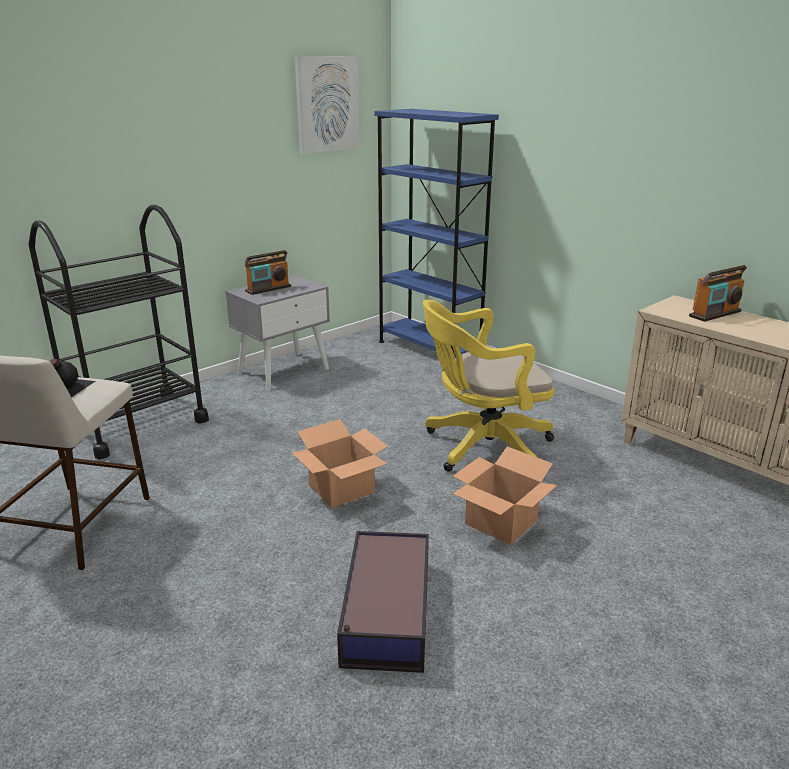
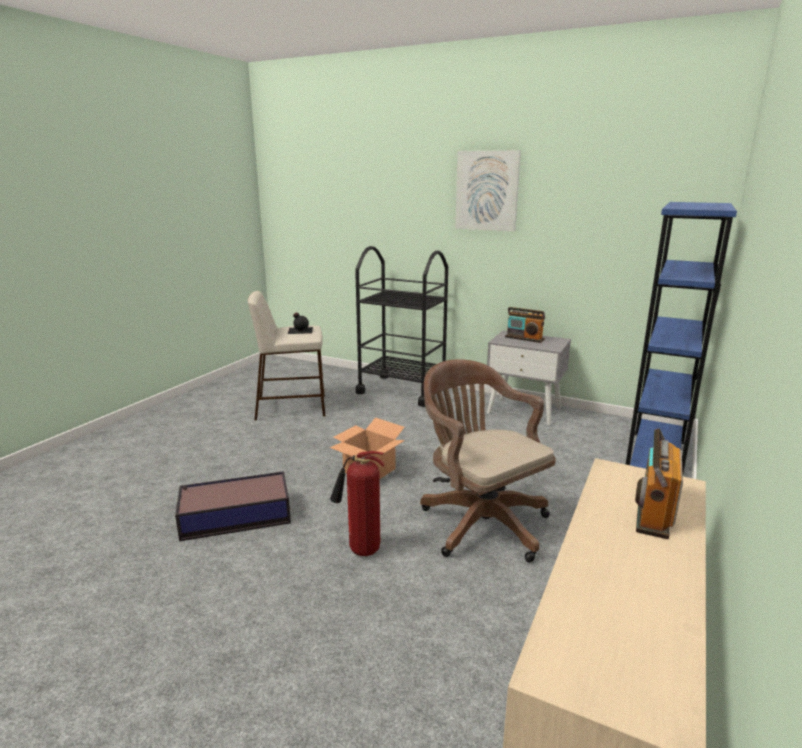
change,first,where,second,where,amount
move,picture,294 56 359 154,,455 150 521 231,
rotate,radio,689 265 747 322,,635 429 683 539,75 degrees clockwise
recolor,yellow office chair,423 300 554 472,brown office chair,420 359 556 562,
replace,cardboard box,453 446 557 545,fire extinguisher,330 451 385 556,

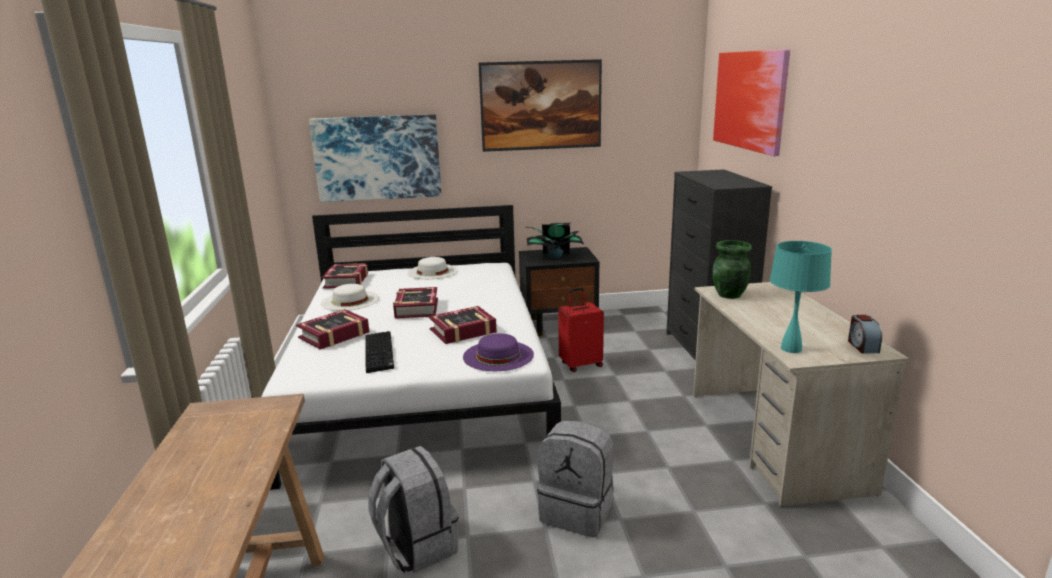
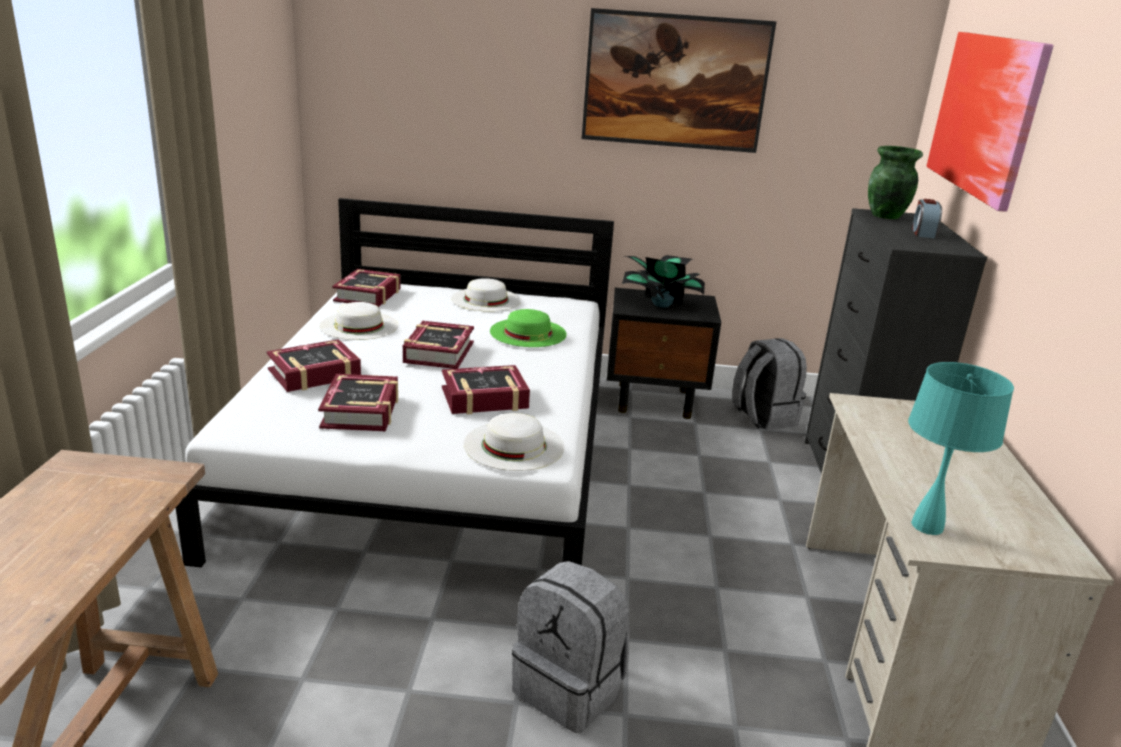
change,first,where,second,where,amount
delete,picture,309 114 441 202,,,
move,green vase,712 240 752 299,,868 146 923 219,
delete,red suitcase,558 287 604 372,,,
move,alarm clock,848 315 882 354,,912 199 942 239,
replace,keyboard,365 331 394 373,book,318 374 398 431,
recolor,purple hat,463 333 534 371,white hat,464 413 564 471,
move,grey backpack,369 446 459 573,,732 338 807 430,
insert,,,green hat,490 309 567 347,

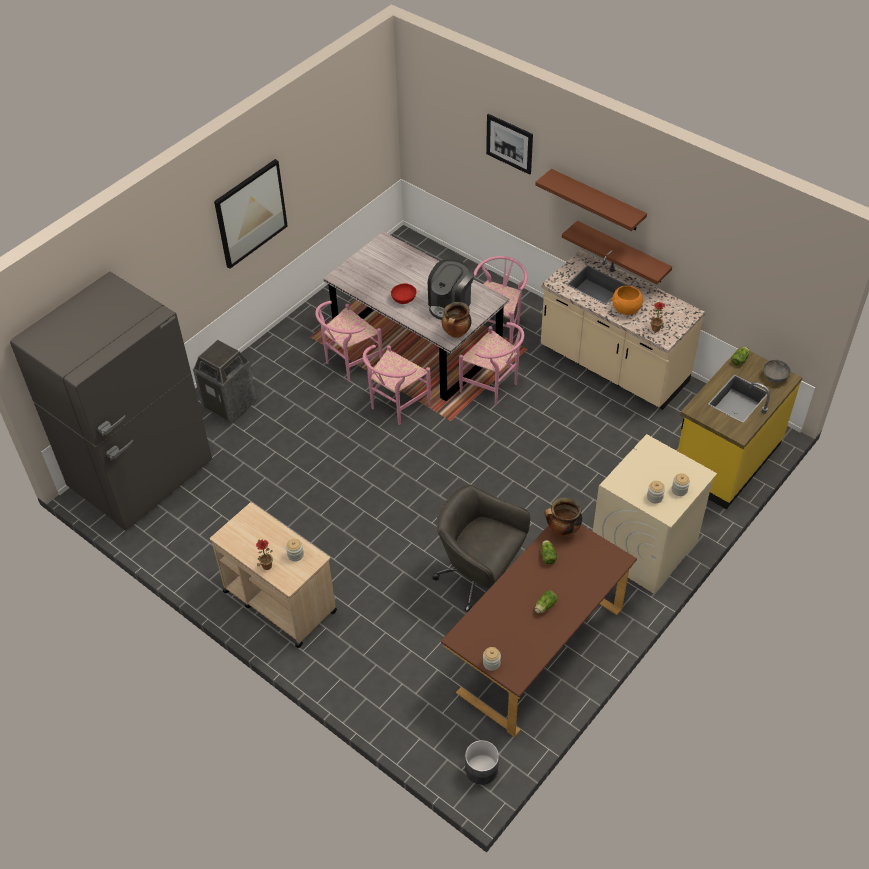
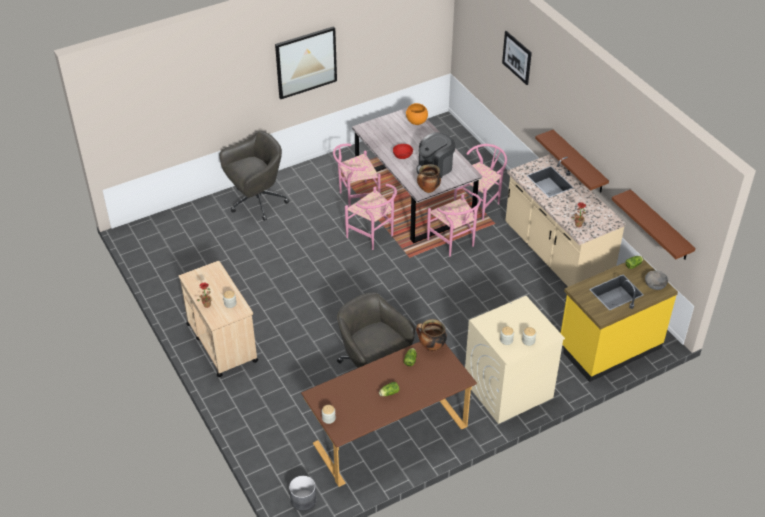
change,first,where,second,where,amount
move,brown shelf,535 169 647 231,,612 189 696 260,
delete,grey fridge,10 272 212 531,,,
move,orange bowl,612 286 643 315,,406 103 428 125,
replace,trash can,193 340 257 424,grey office chair,220 131 289 221,
rotate,pink chair,363 345 431 425,,345 184 397 250,105 degrees counterclockwise

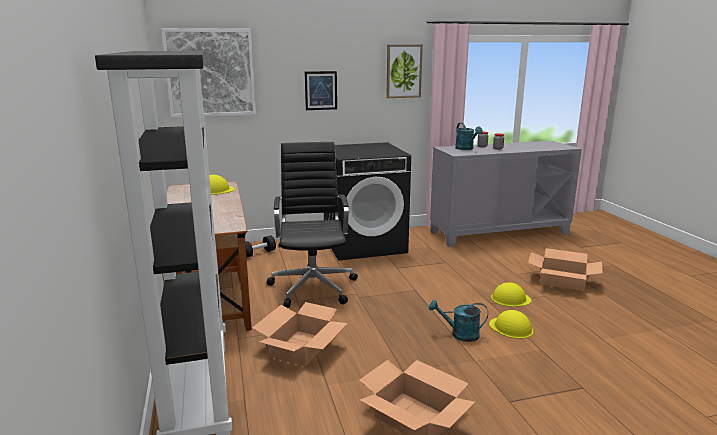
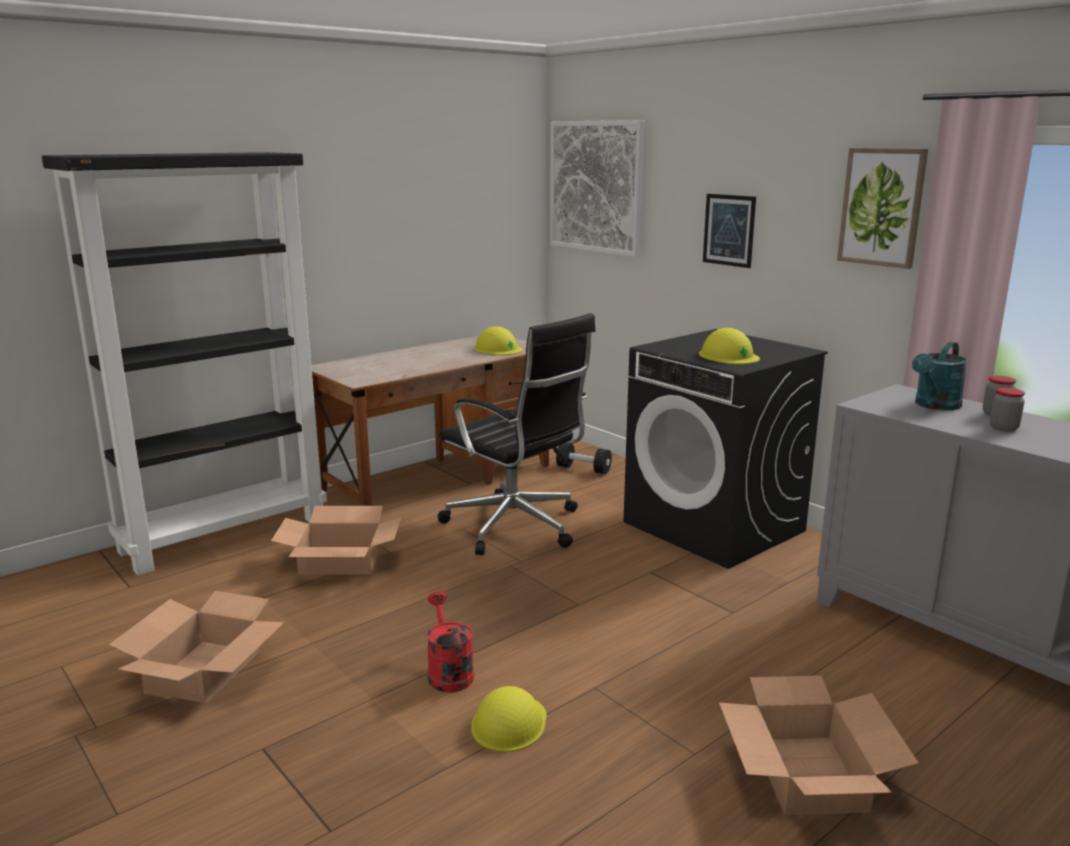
change,first,where,second,where,amount
rotate,black office chair,267 142 358 308,,438 313 596 555,75 degrees clockwise
move,yellow hard hat,491 282 531 307,,699 328 760 364,
recolor,turquoise watering can,429 300 488 342,red watering can,427 591 474 693,

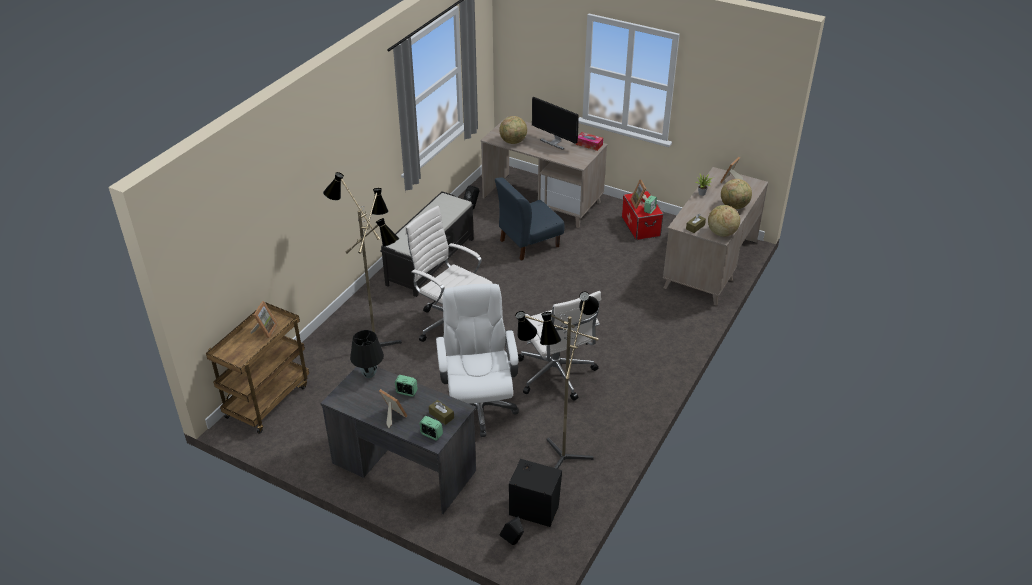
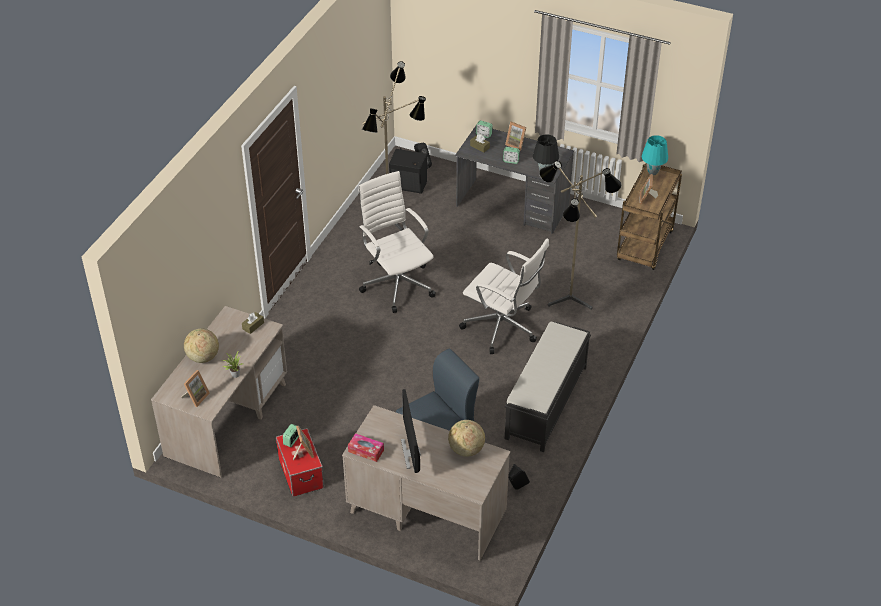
change,first,where,second,where,amount
rotate,monitor,532 97 579 150,,401 389 421 473,135 degrees counterclockwise
delete,globe,708 205 740 237,,,
delete,white office chair,436 284 519 437,,,
insert,,,turquoise table lamp,641 135 668 175,

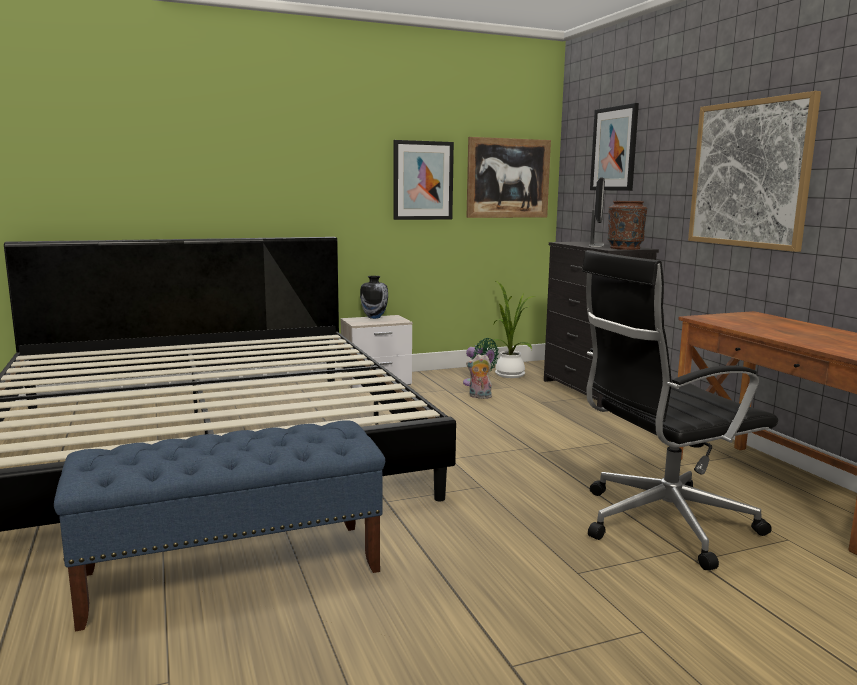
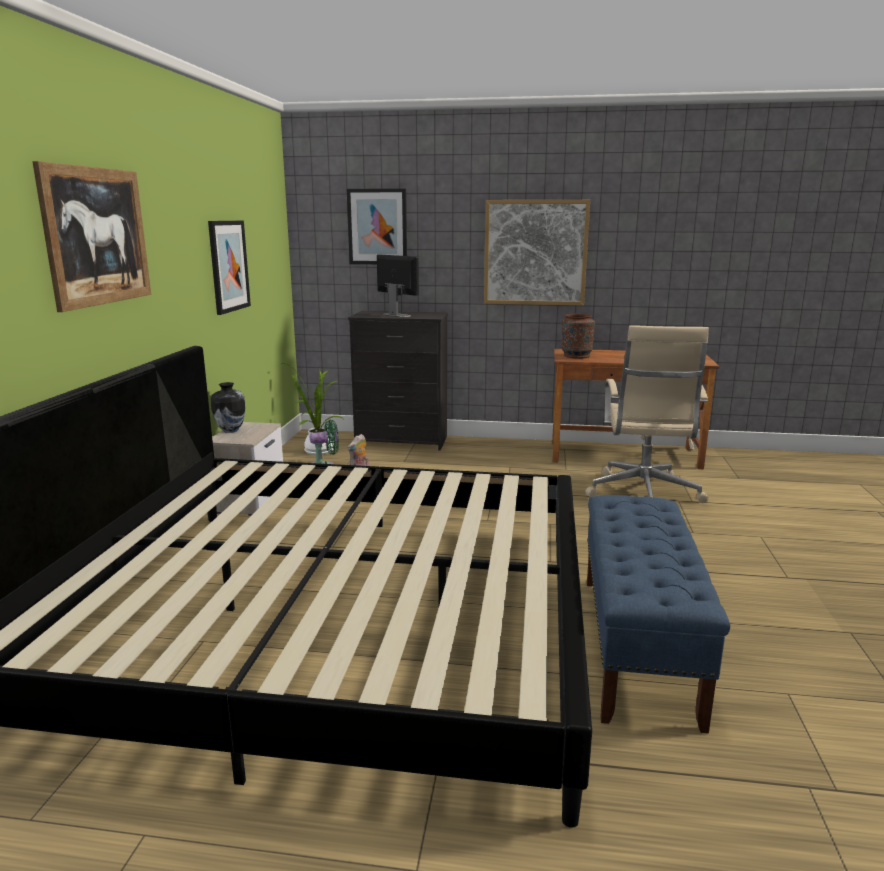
change,first,where,second,where,amount
move,picture,466 137 551 218,,32 161 151 312,
move,brown vase,608 201 647 250,,562 314 595 359,
recolor,black office chair,582 250 778 570,beige office chair,585 325 709 503,

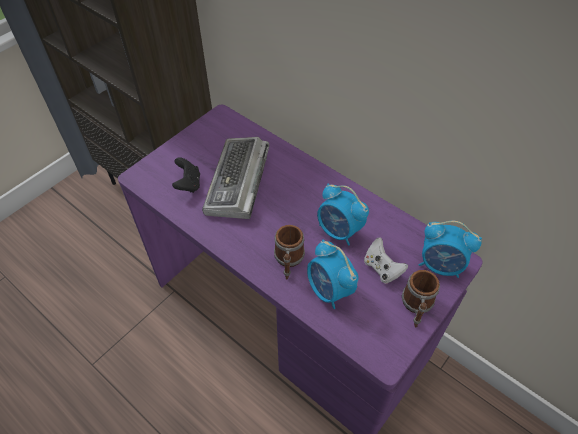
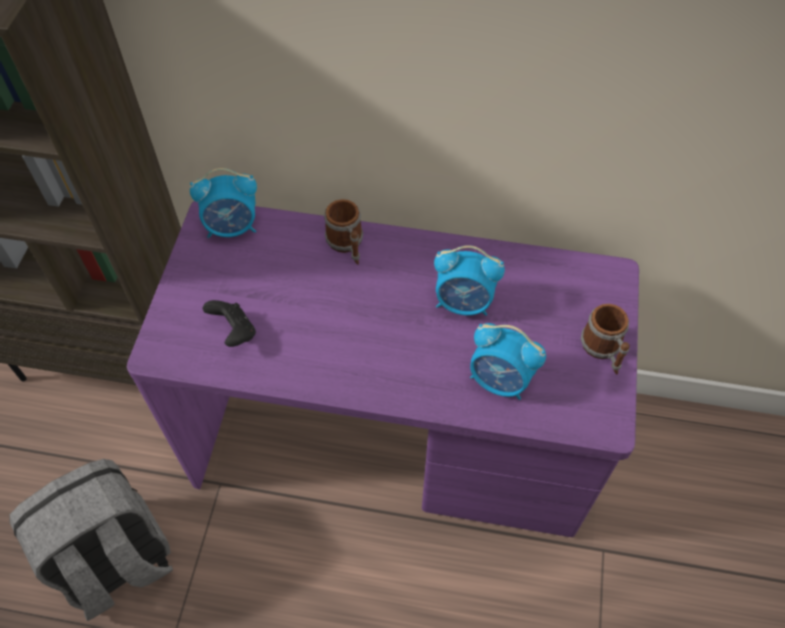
change,first,where,second,where,amount
delete,keyboard,202 137 270 219,,,
move,alarm clock,419 221 482 278,,190 168 257 238,
move,mug,274 225 305 280,,324 199 363 265,
delete,white game controller,364 238 408 284,,,
insert,,,grey backpack,9 459 173 621,

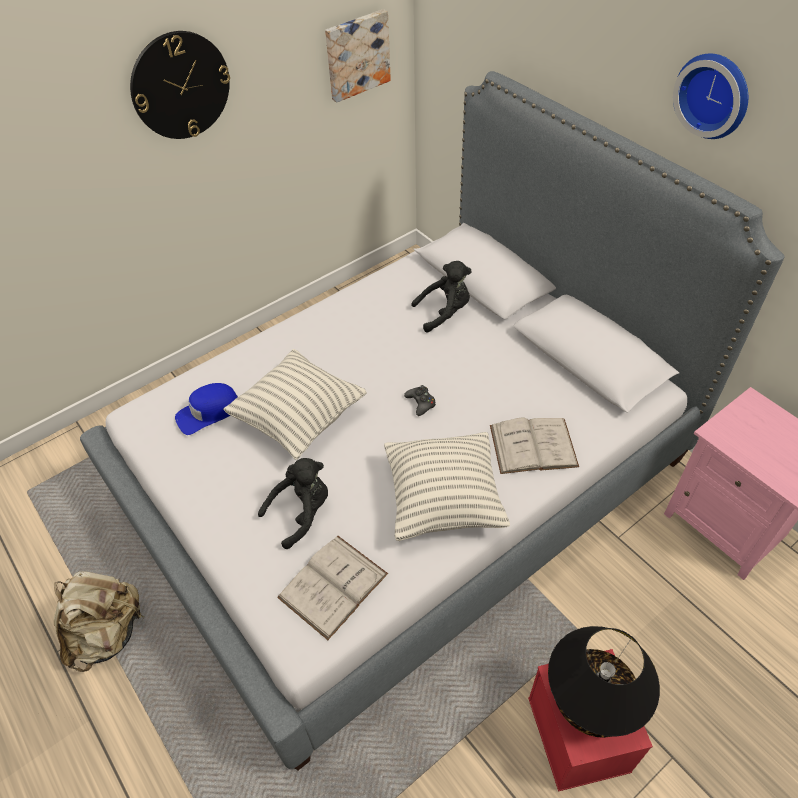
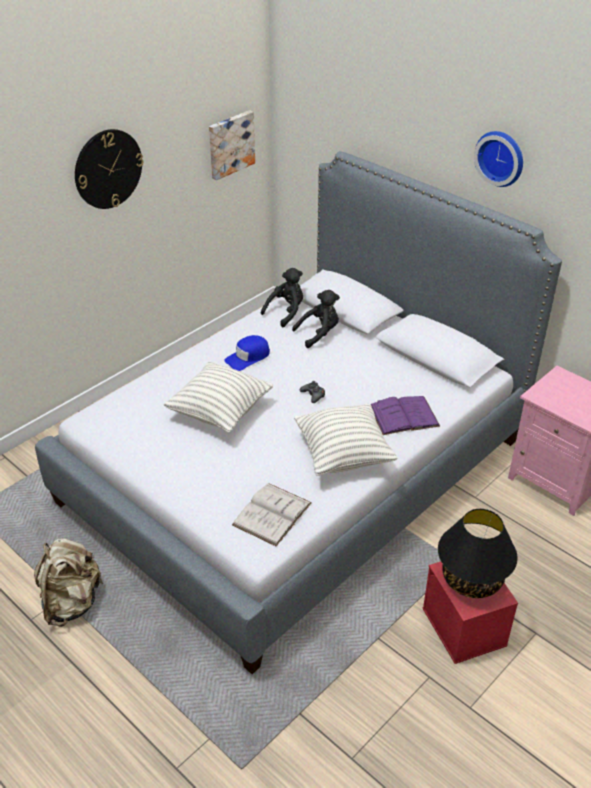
change,first,where,second,where,amount
move,blue cap,175 383 238 435,,224 335 270 371,
recolor,white book,490 418 579 474,purple book,371 396 440 435,
move,black plush toy,258 458 328 549,,261 268 303 327,

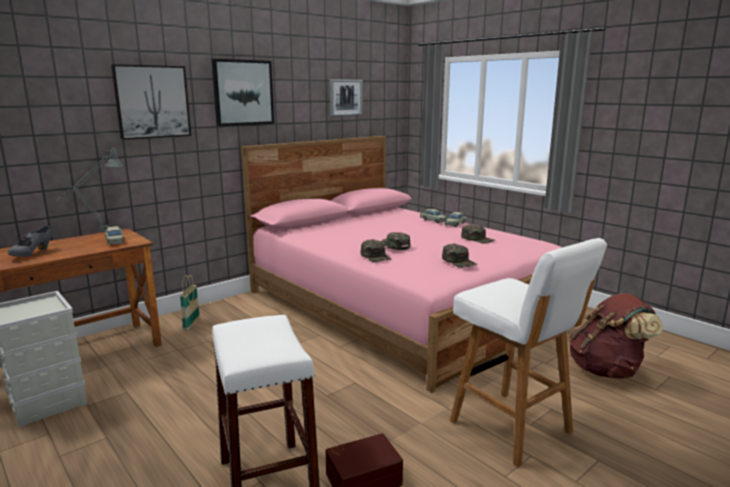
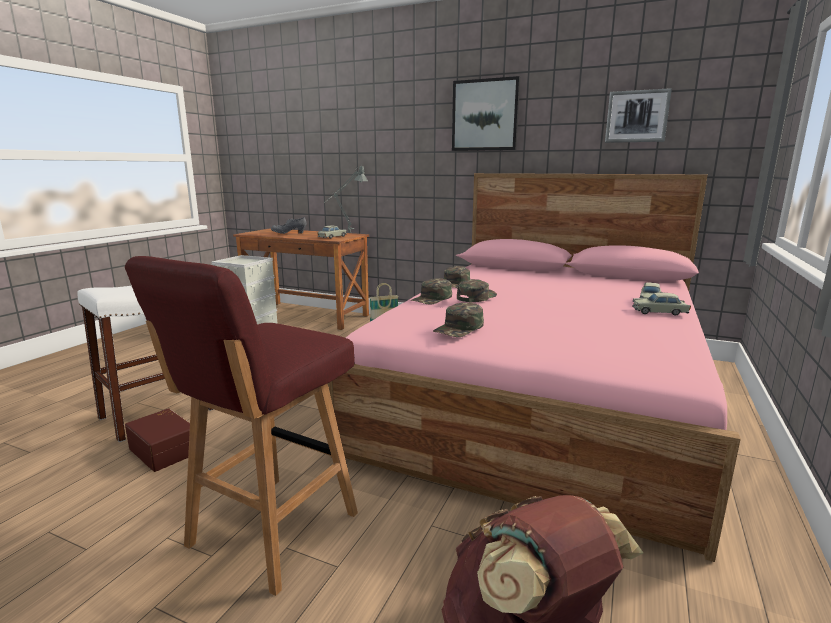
change,first,where,second,where,amount
delete,picture,111 64 191 140,,,
move,green cap,461 225 495 244,,444 266 470 288,
recolor,white stool,450 238 607 467,red stool,125 256 358 596,

